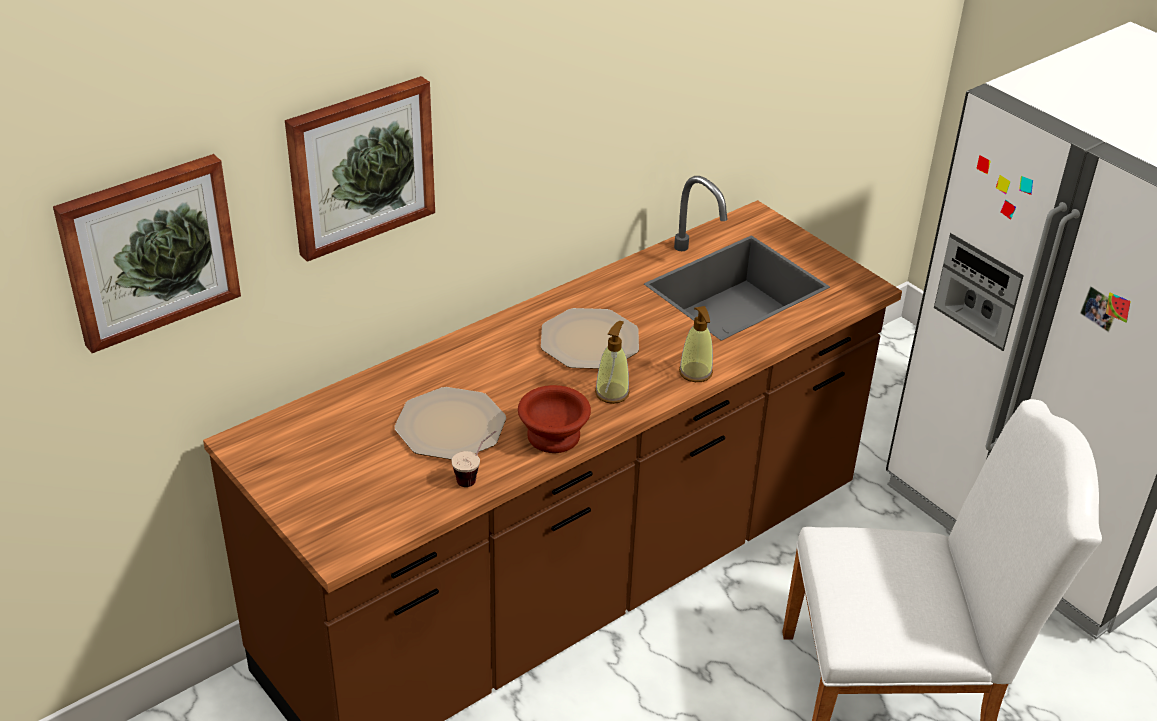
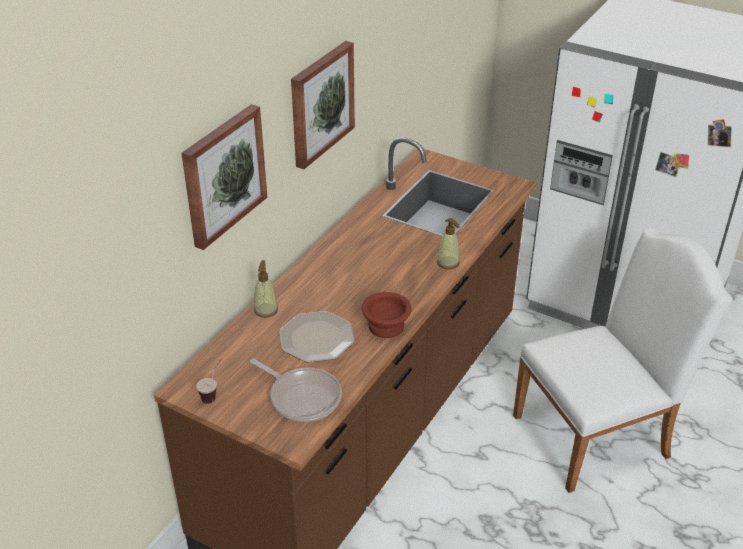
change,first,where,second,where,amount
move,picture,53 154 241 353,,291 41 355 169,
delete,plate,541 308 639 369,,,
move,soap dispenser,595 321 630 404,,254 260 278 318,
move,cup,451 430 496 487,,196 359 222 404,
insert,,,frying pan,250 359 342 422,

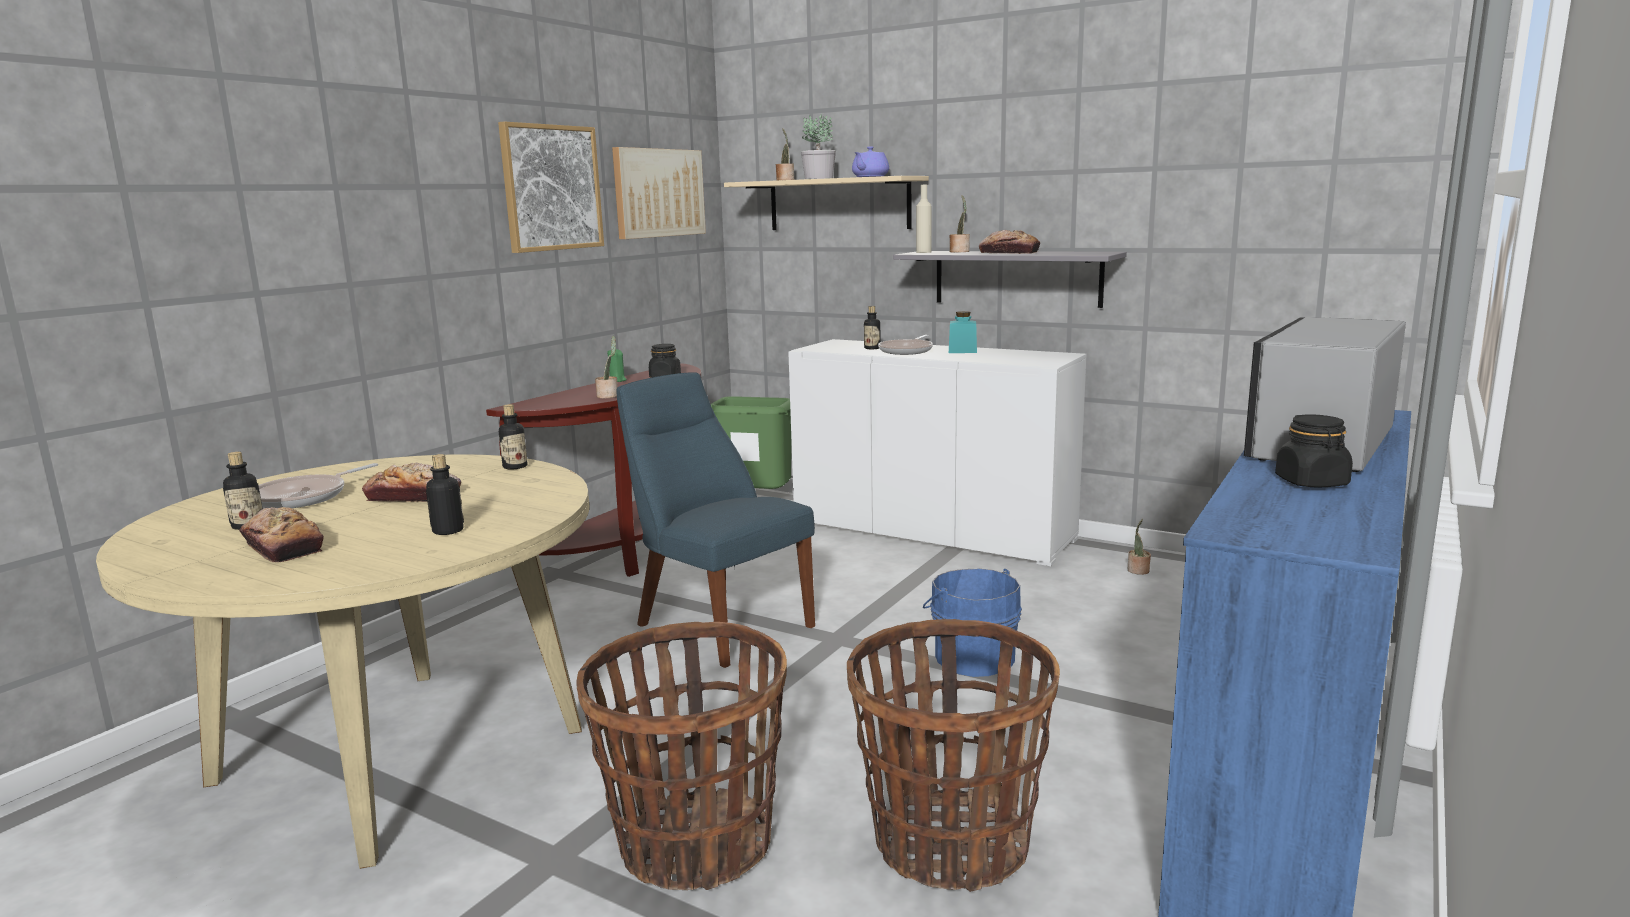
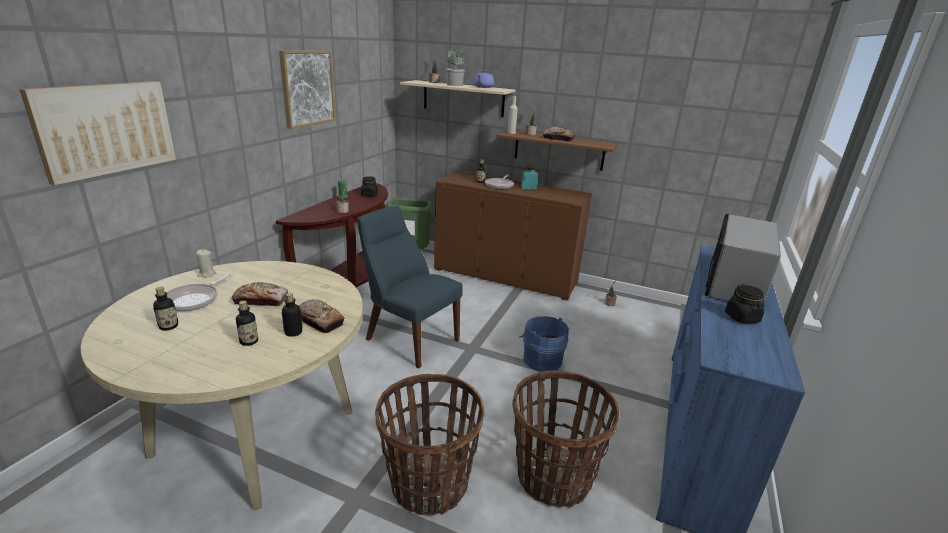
change,first,where,second,where,amount
move,picture,612 147 706 239,,19 81 176 185,
recolor,grey shelf,893 251 1127 308,brown shelf,496 130 618 171,
recolor,white cabinet,788 339 1087 566,brown cabinet,434 172 592 300,
move,bottle,499 404 527 469,,236 301 258 346,
move,bread,239 507 324 562,,299 299 345 333,
insert,,,beige candle,196 249 216 277,

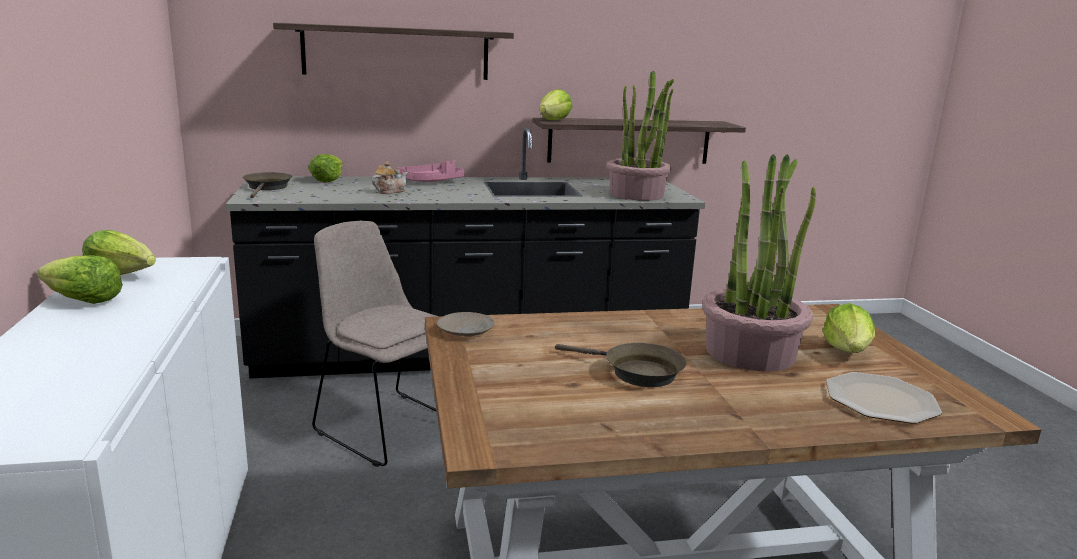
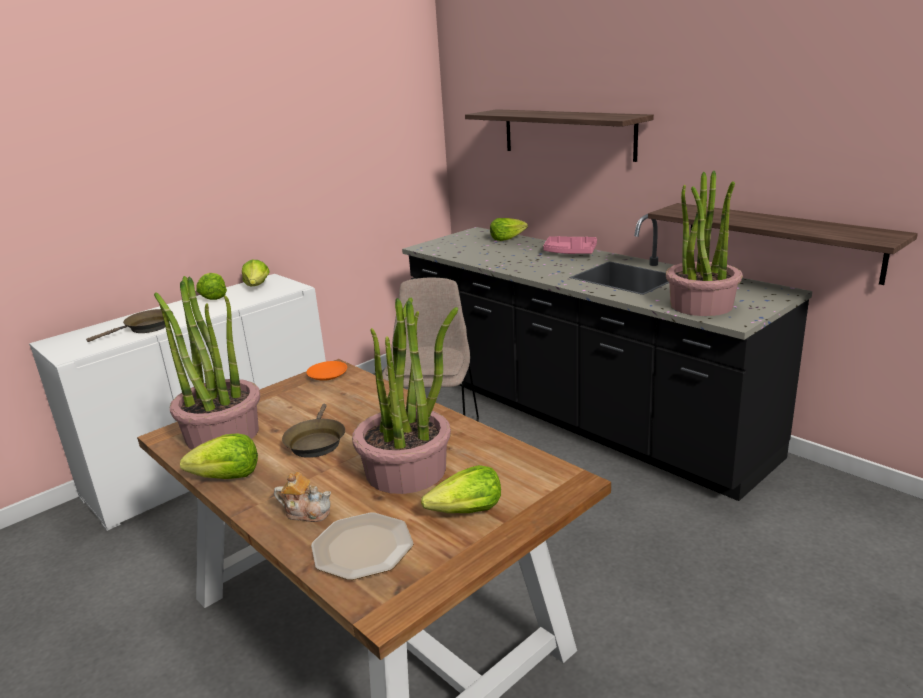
change,first,where,second,where,amount
move,lettuce,539 89 572 120,,180 433 258 479,
move,teapot,372 161 408 194,,274 472 331 522,
move,brown frying pan,243 172 292 198,,86 309 173 342,
recolor,beige plate,437 312 495 337,orange plate,306 361 347 381,
insert,,,potted plant,154 276 260 450,

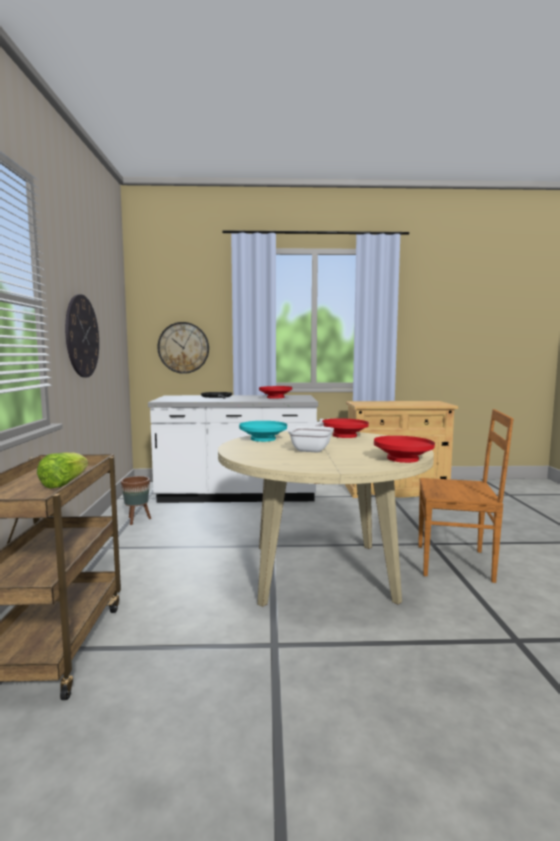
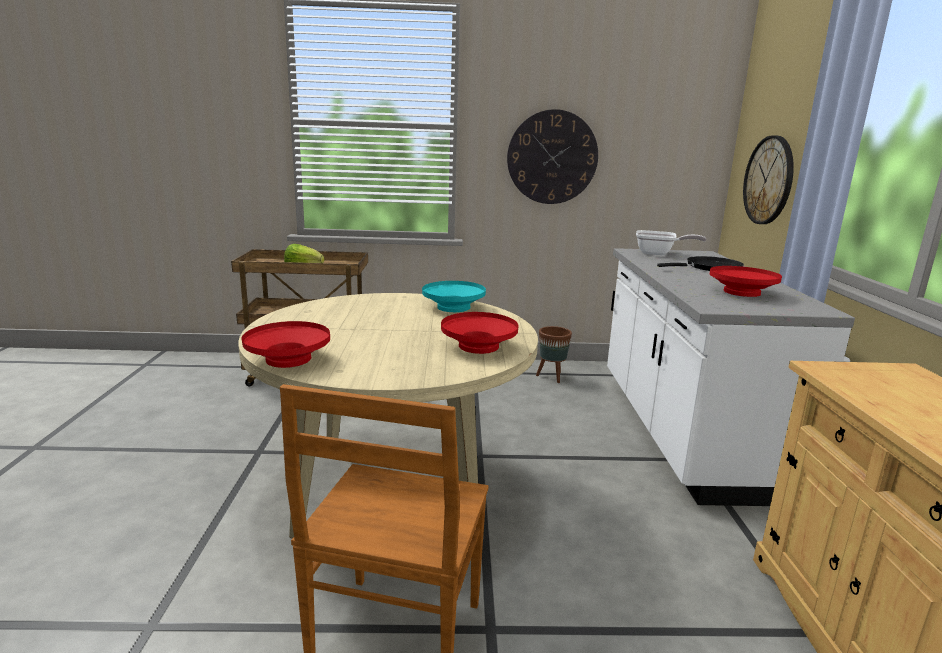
change,first,where,second,where,amount
move,frying pan,288 422 334 453,,636 230 706 255,

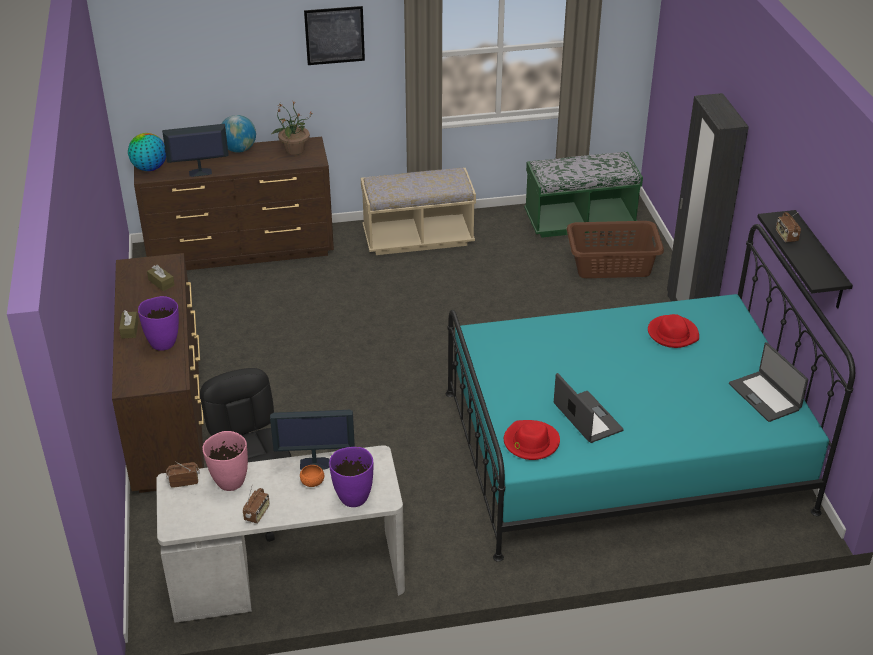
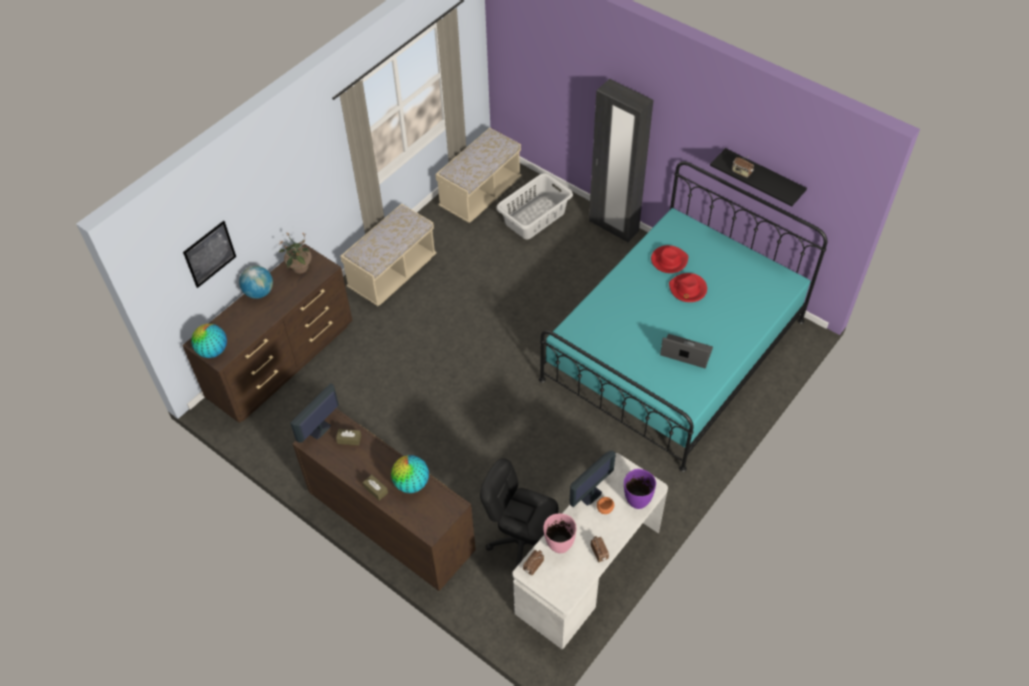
change,first,where,second,where,amount
move,picture,304 6 365 65,,183 221 236 288,
move,monitor,162 124 229 177,,290 383 339 443,
recolor,green bench,524 152 643 238,beige bench,435 128 521 223,
recolor,brown laundry basket,567 221 664 278,grey laundry basket,496 173 573 239,
replace,purple vase,138 296 179 351,globe,391 455 429 493,
delete,laptop,729 342 808 422,,,
move,red hat,504 420 560 460,,669 273 707 302,

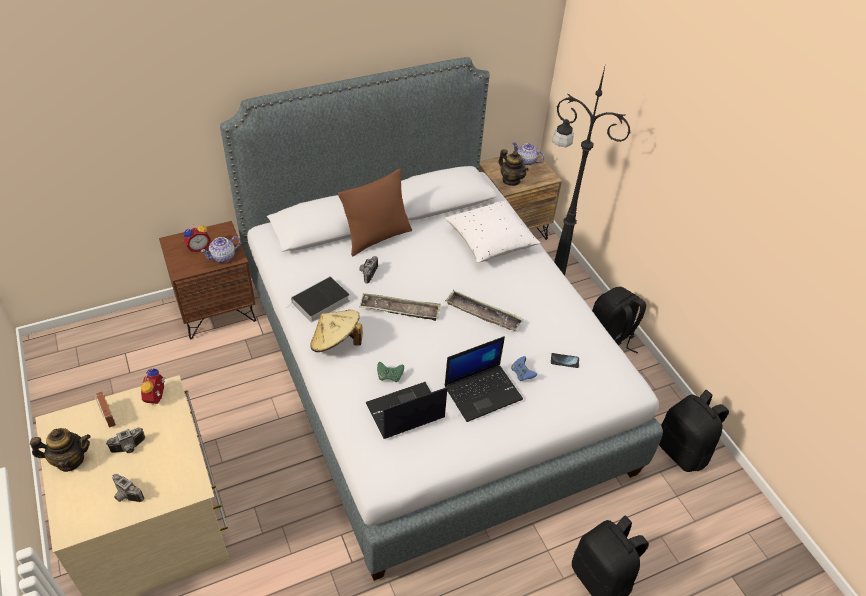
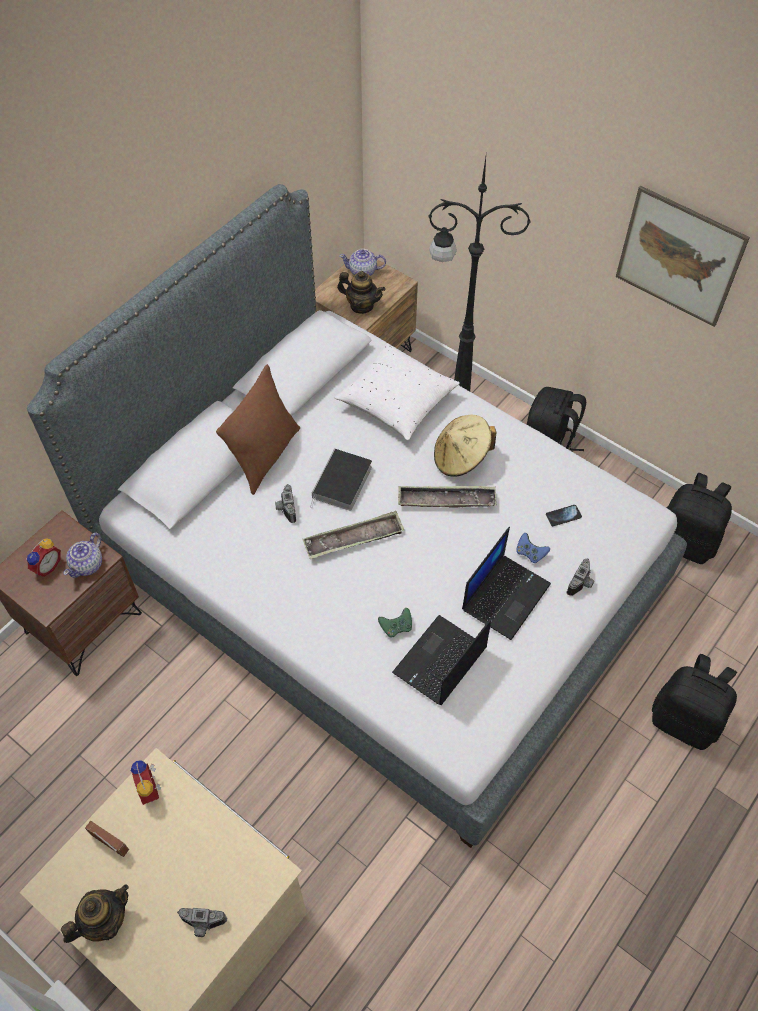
change,first,where,second,where,amount
move,book,285 276 350 323,,310 449 372 511,
move,beige hat,310 310 363 352,,434 415 496 477,
move,photo camera,106 427 145 453,,567 558 594 596,
insert,,,picture,616 186 750 327,

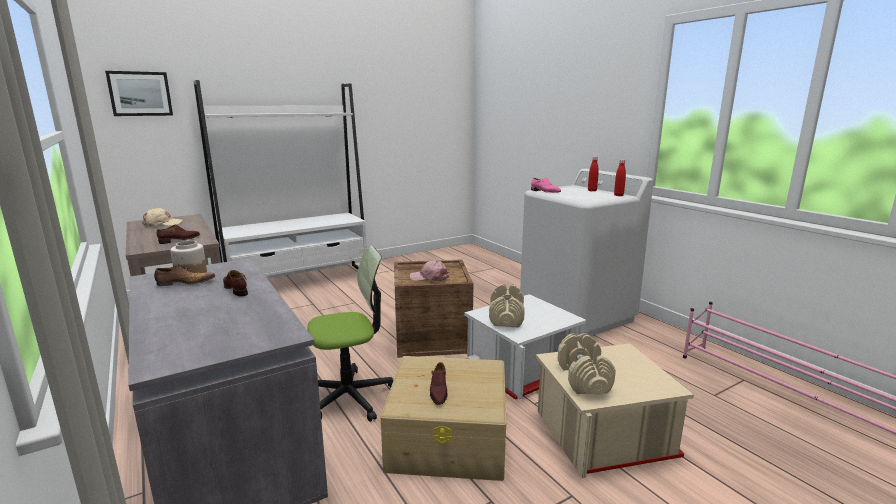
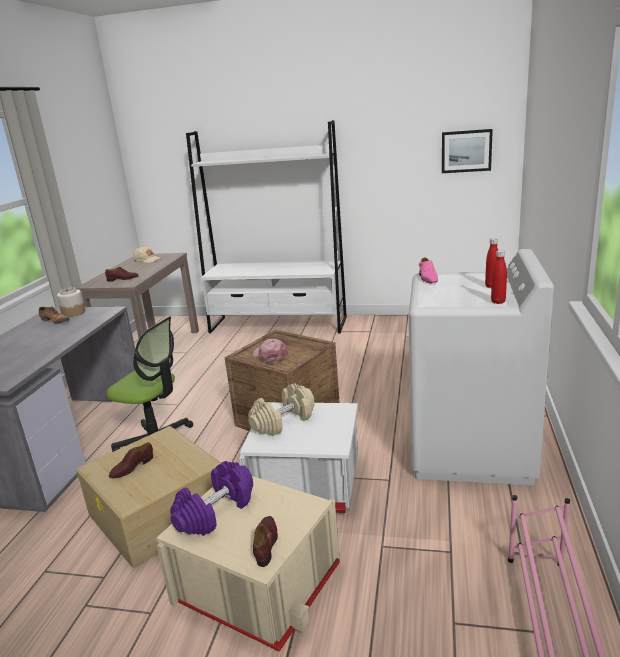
change,first,where,second,where,amount
move,picture,105 71 173 116,,442 129 493 173,
move,brown shoe,223 270 248 296,,253 516 278 567,
recolor,beige dumbbell,557 333 616 395,purple dumbbell,170 461 253 536,

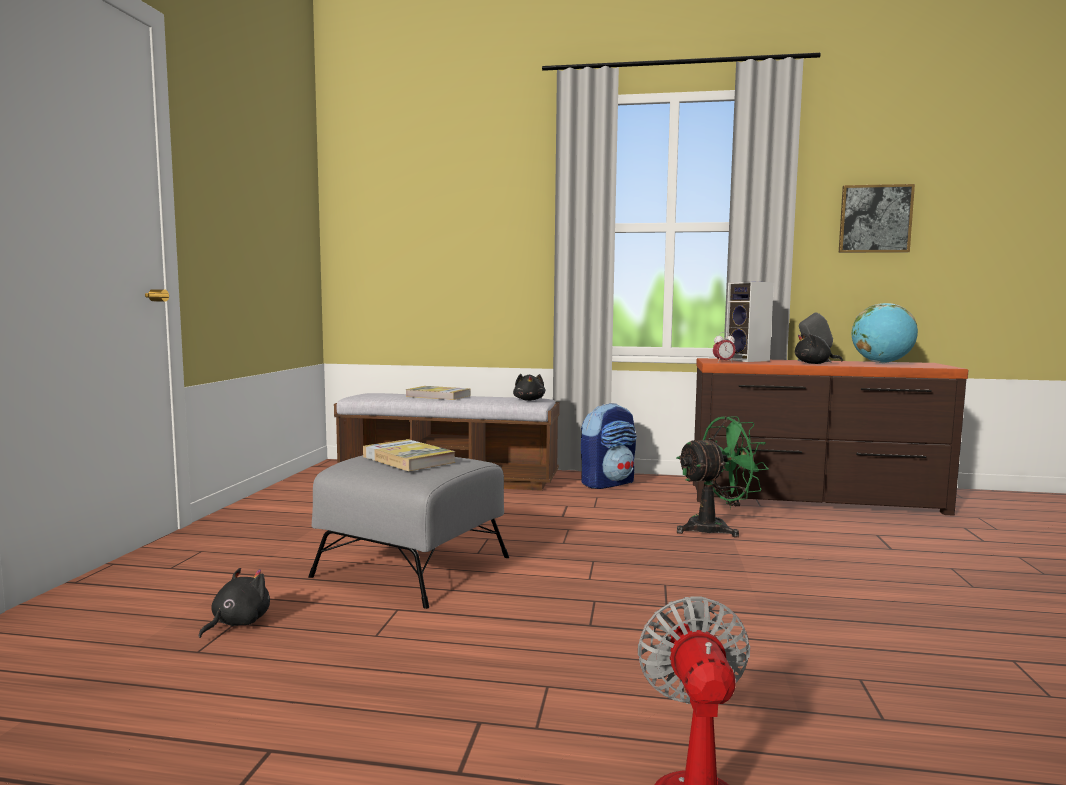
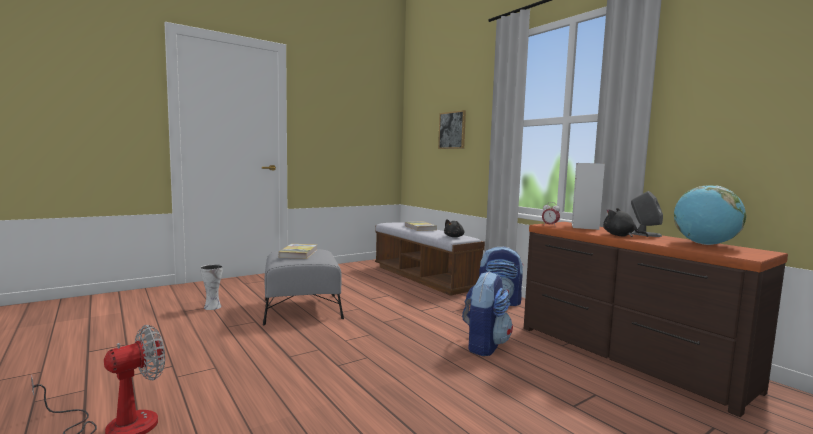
change,first,where,second,where,amount
move,picture,839 184 915 253,,438 110 466 149,
replace,green fan,676 416 769 537,backpack,462 271 513 356,
replace,black plush toy,199 568 270 638,vase,200 264 223 310,

